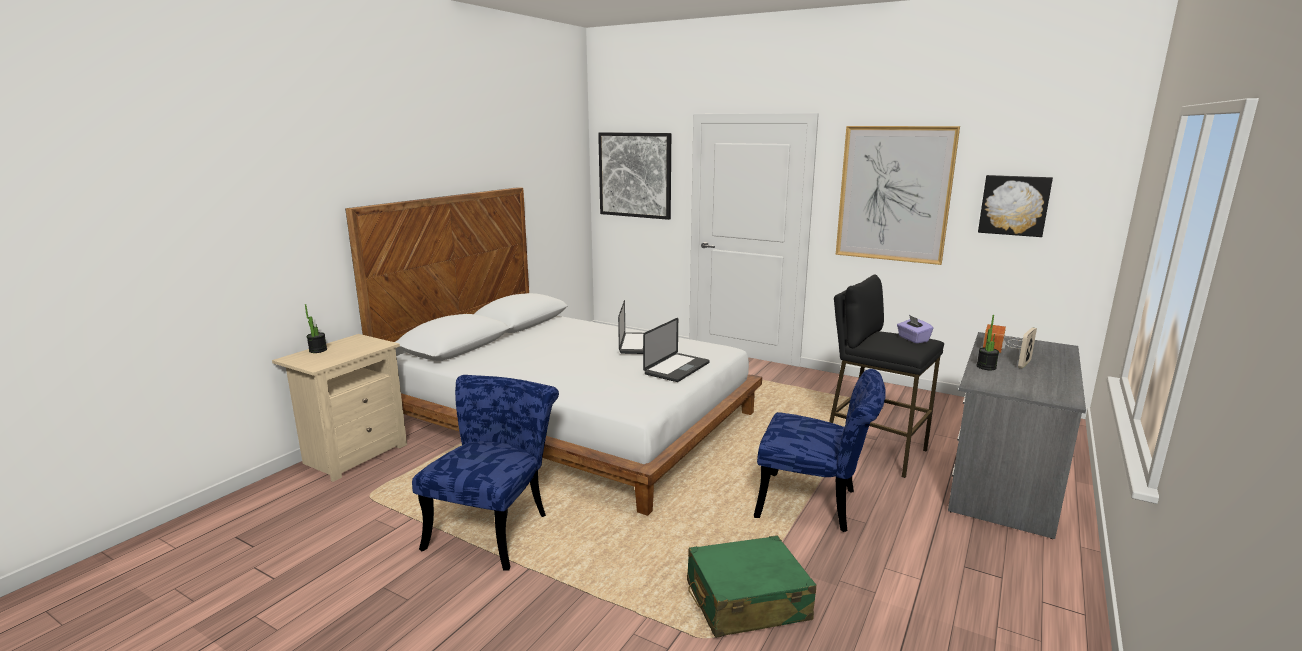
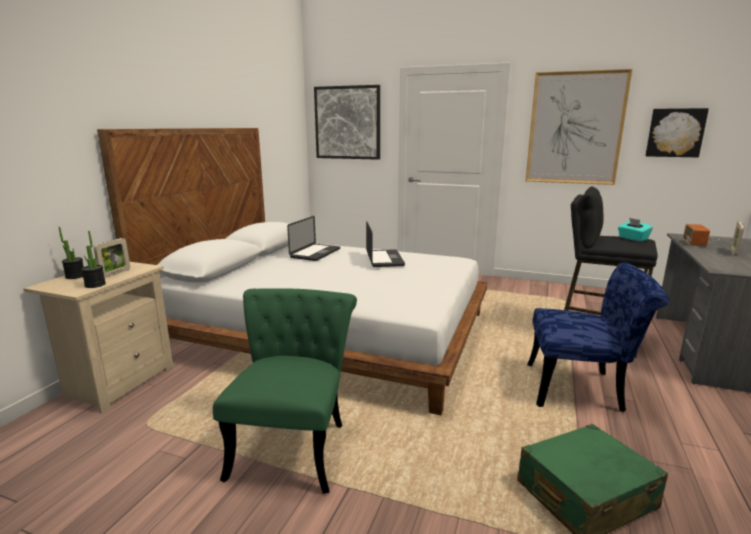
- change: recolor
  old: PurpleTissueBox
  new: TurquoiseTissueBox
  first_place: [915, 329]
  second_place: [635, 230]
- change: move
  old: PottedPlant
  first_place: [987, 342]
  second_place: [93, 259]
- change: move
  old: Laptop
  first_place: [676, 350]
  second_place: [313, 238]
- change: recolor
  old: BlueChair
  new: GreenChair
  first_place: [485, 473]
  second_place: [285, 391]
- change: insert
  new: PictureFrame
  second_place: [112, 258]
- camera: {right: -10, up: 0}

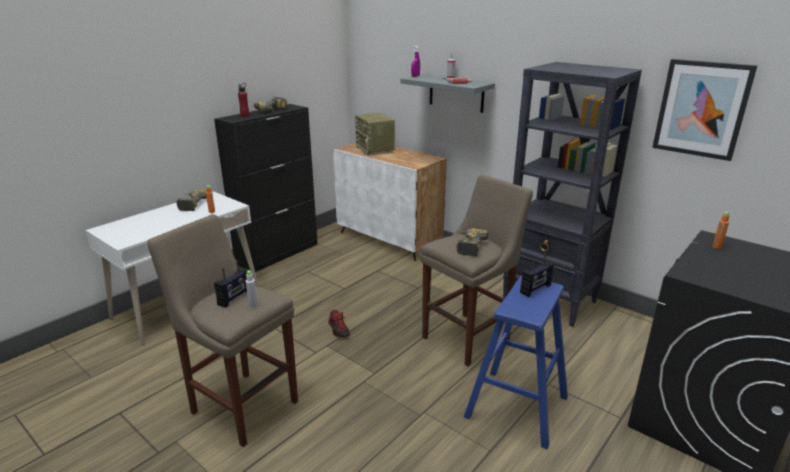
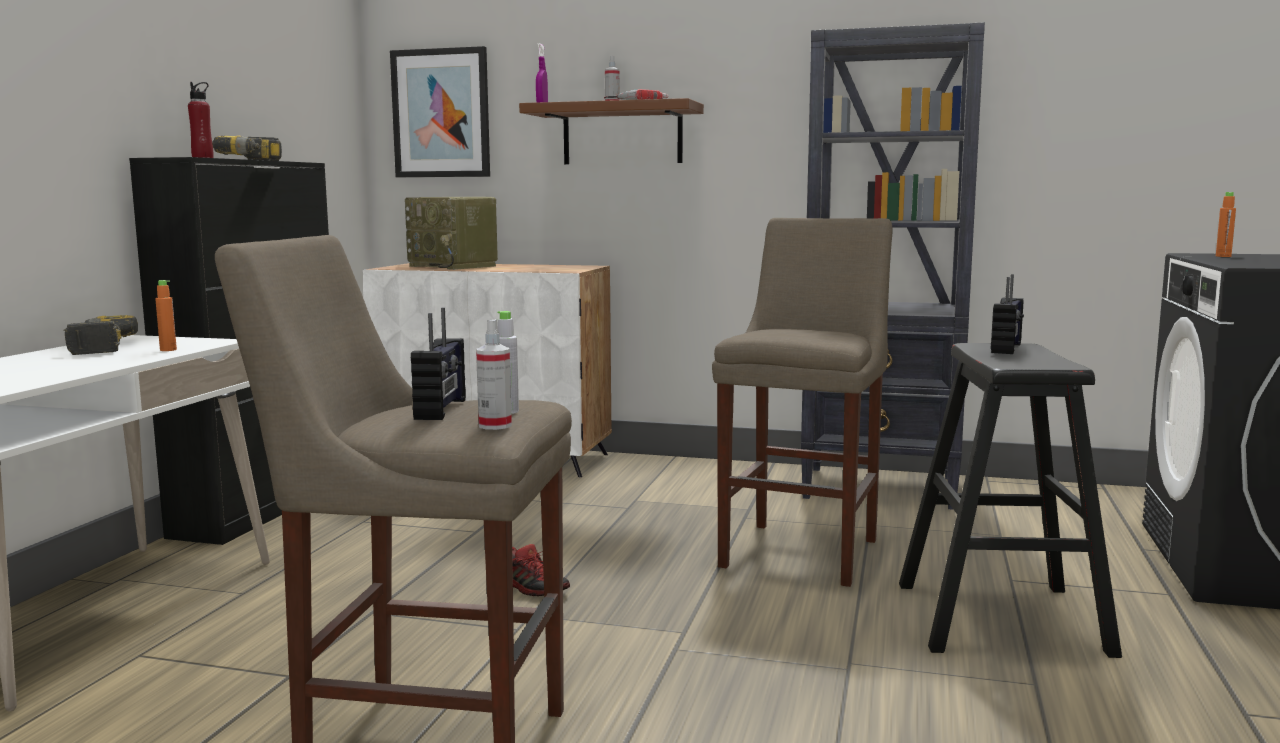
- change: move
  old: Picture
  first_place: [705, 110]
  second_place: [440, 111]
- change: recolor
  old: GreyShelf
  new: BrownShelf
  first_place: [448, 93]
  second_place: [611, 131]
- change: delete
  old: PowerDrill
  first_place: [472, 242]
- change: recolor
  old: BlueStool
  new: BlackStool
  first_place: [516, 362]
  second_place: [1010, 500]
- change: insert
  new: SprayBottle
  second_place: [494, 374]
- camera: {right: -25, up: -15}

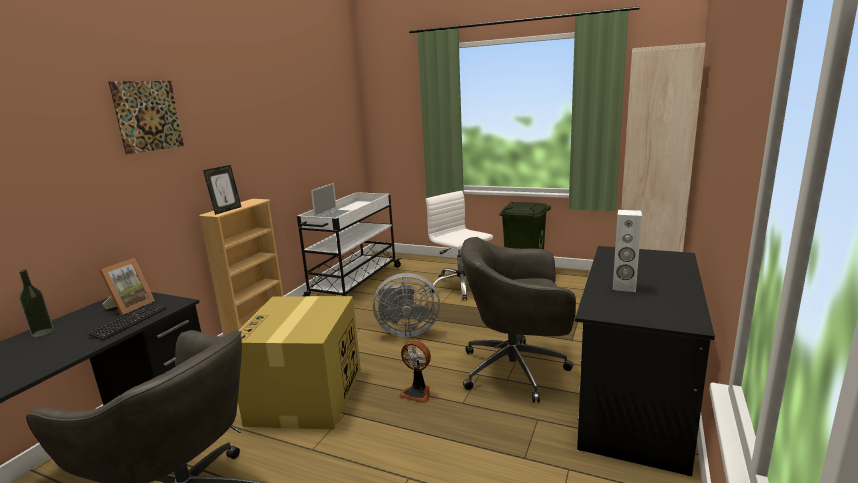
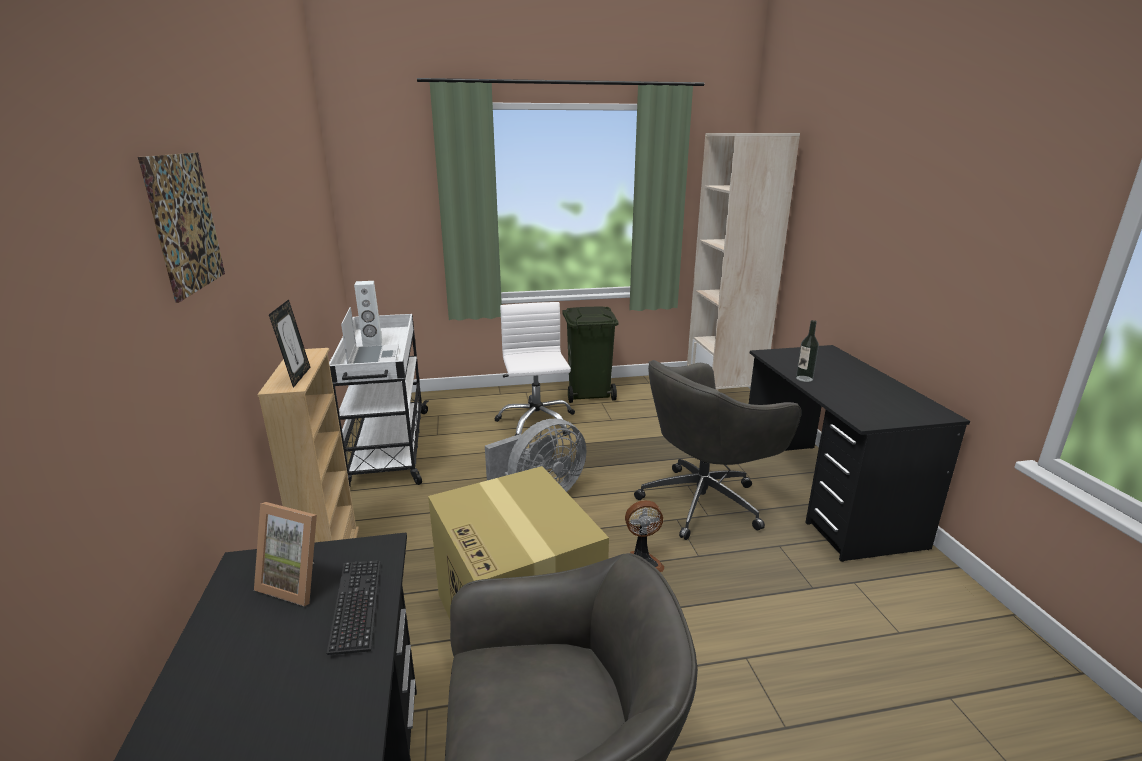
- change: rotate
  old: WhiteOfficeChair
  first_place: [459, 245]
  second_place: [534, 369]
  degrees: 60
- change: move
  old: WhiteSpeaker
  first_place: [627, 251]
  second_place: [368, 313]
- change: rotate
  old: PictureFrame
  first_place: [127, 286]
  second_place: [285, 554]
  degrees: 120
- change: move
  old: Bottle
  first_place: [36, 303]
  second_place: [807, 351]
- camera: {right: -35, up: 5}

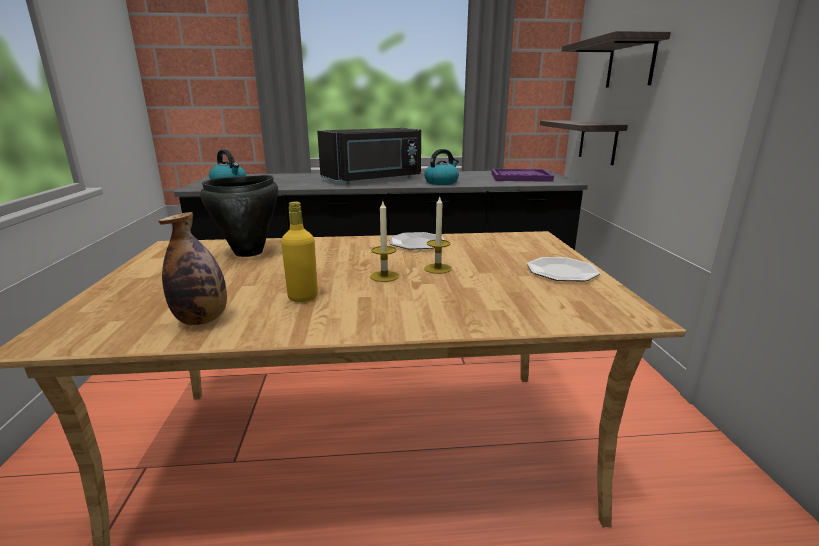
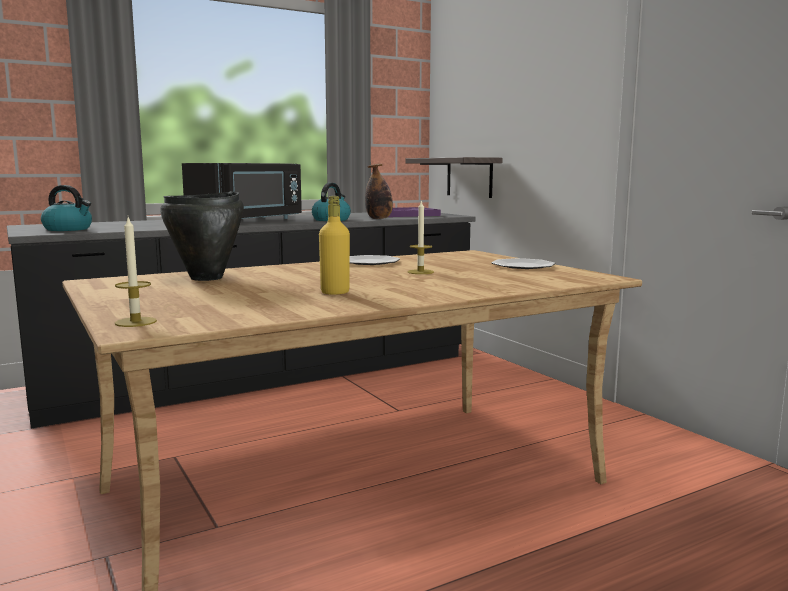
- change: delete
  old: Shelf
  first_place: [616, 59]
- change: move
  old: Candle
  first_place: [384, 241]
  second_place: [136, 272]
- change: move
  old: Bottle
  first_place: [192, 268]
  second_place: [379, 191]
- camera: {right: -25, up: -10}

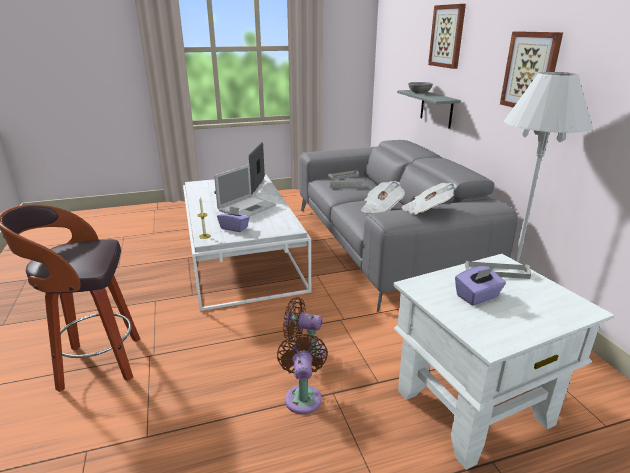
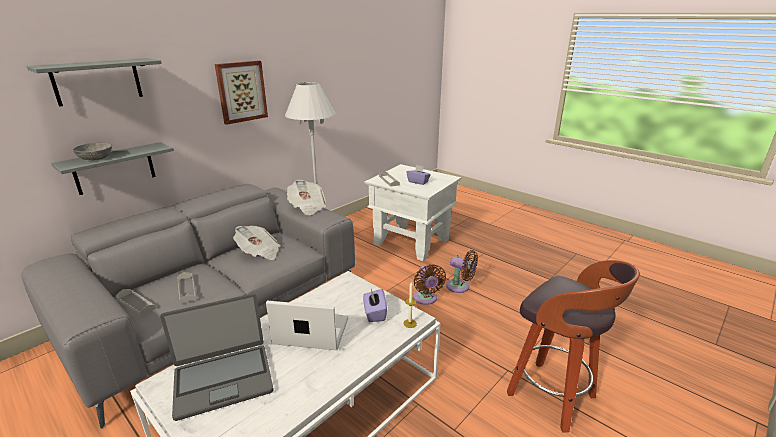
- change: replace
  old: Picture
  new: GreyShelf
  first_place: [447, 36]
  second_place: [94, 82]
- change: rotate
  old: BrownFan
  first_place: [302, 373]
  second_place: [462, 271]
  degrees: -120
- camera: {right: -120, up: 0}

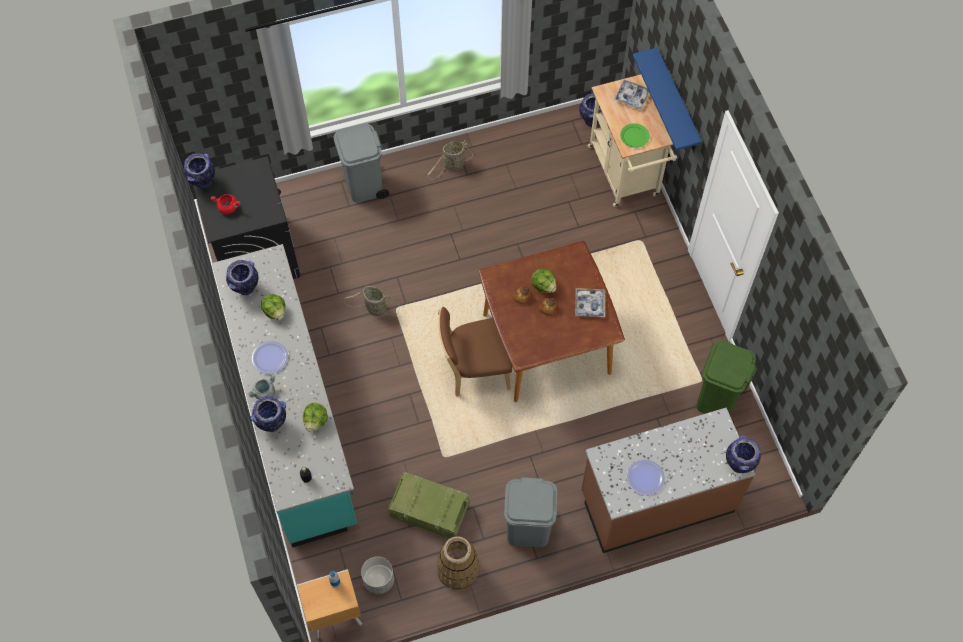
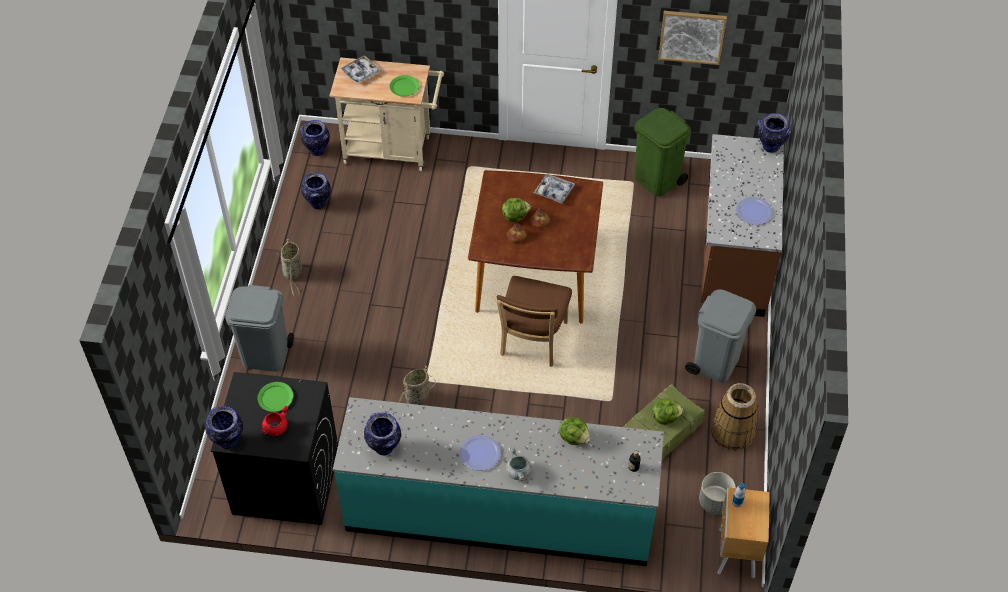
- change: delete
  old: BlueShelf
  first_place: [667, 99]
- change: move
  old: Lettuce
  first_place: [273, 307]
  second_place: [668, 412]
- change: move
  old: Vase
  first_place: [268, 414]
  second_place: [316, 190]
- change: insert
  new: Picture
  second_place: [692, 38]
- change: insert
  new: GreenPlate
  second_place: [275, 397]
- camera: {right: -65, up: -10}

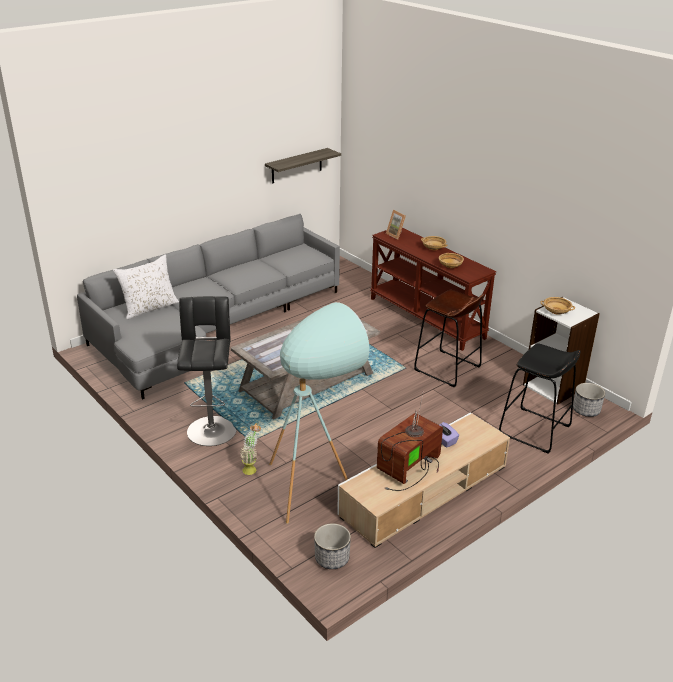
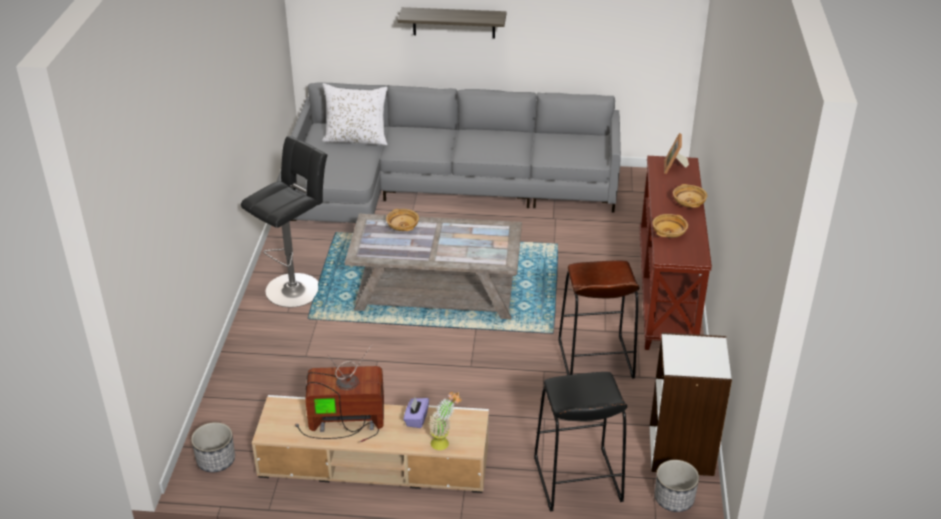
- change: move
  old: Shelf
  first_place: [303, 166]
  second_place: [452, 23]
- change: move
  old: BeigeBowl
  first_place: [557, 306]
  second_place: [402, 220]
- change: delete
  old: TurquoiseFloorLamp
  first_place: [319, 413]
- change: move
  old: PottedPlant
  first_place: [250, 449]
  second_place: [445, 421]
- camera: {right: 45, up: 5}

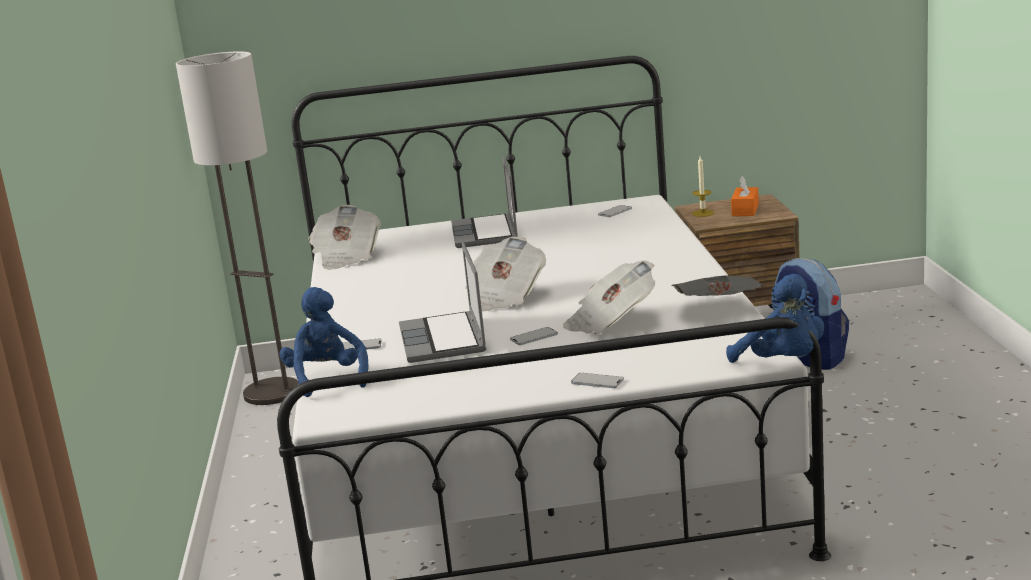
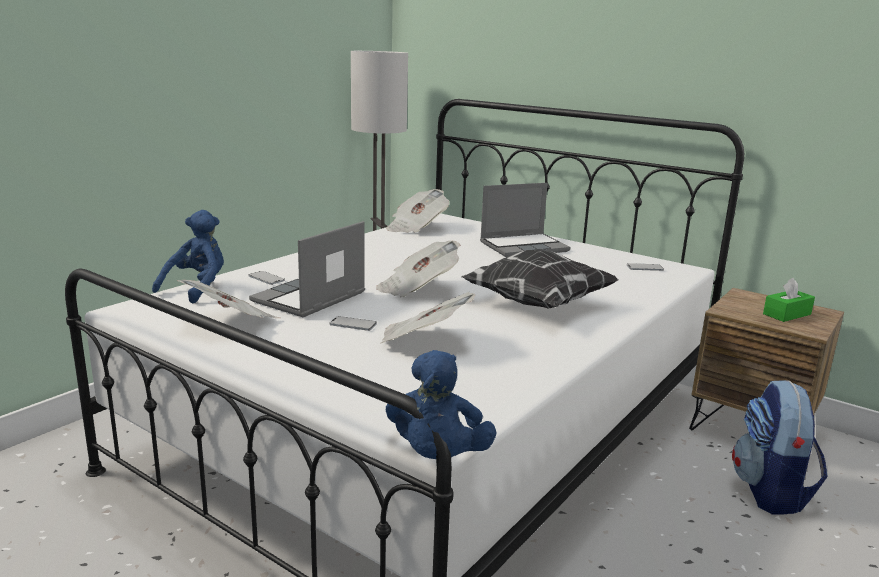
- change: delete
  old: Candle
  first_place: [703, 186]
- change: rotate
  old: Laptop
  first_place: [484, 202]
  second_place: [525, 220]
  degrees: -150
- change: recolor
  old: OrangeTissueBox
  new: GreenTissueBox
  first_place: [745, 196]
  second_place: [789, 300]
- change: move
  old: Newspaper
  first_place: [717, 285]
  second_place: [228, 299]
- change: delete
  old: Phone
  first_place: [597, 380]
- change: insert
  new: Pillow
  second_place: [539, 279]
- camera: {right: 40, up: 0}

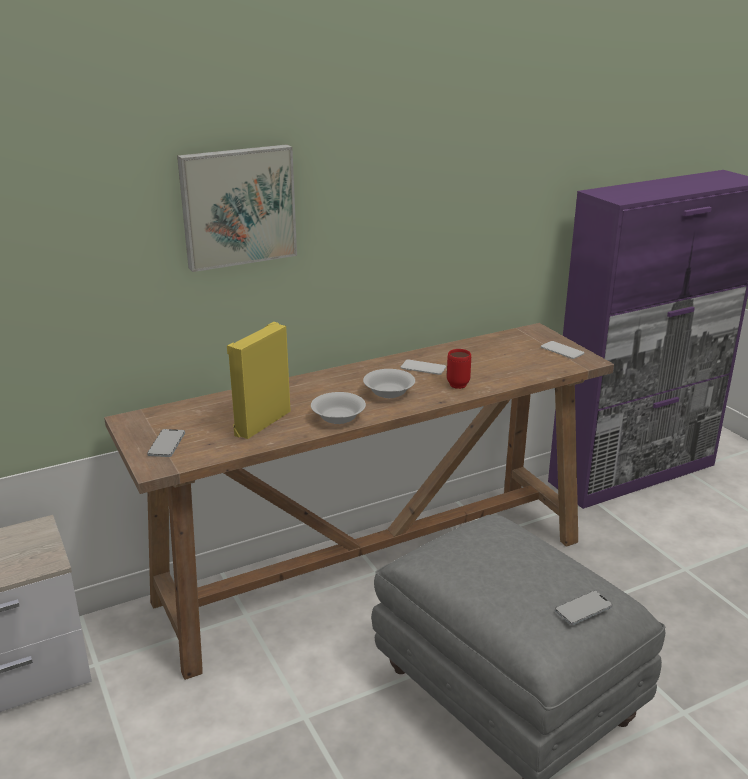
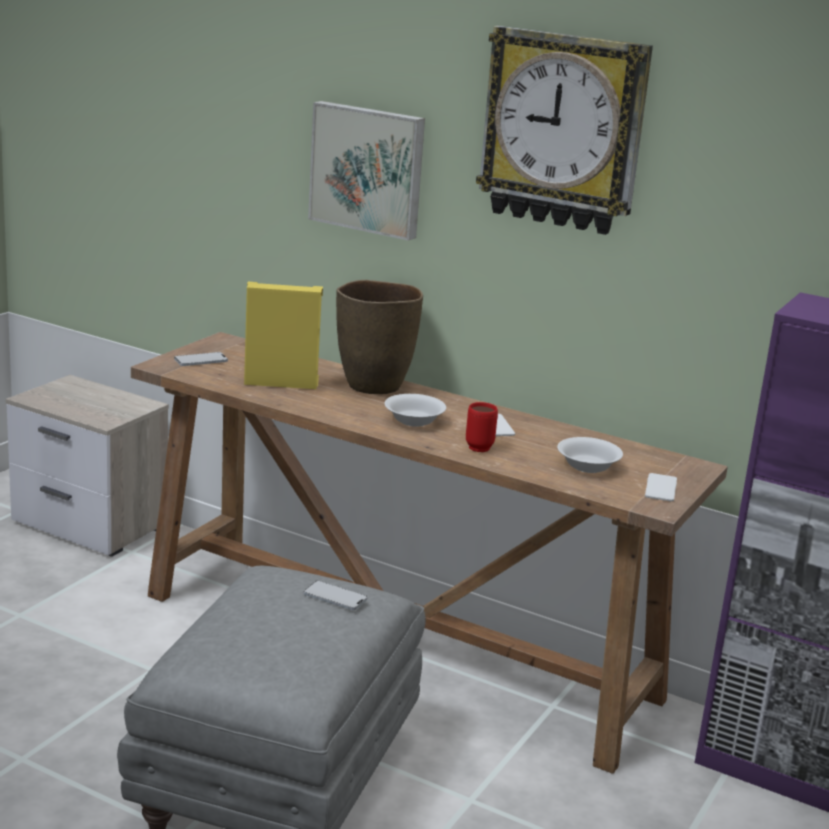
- change: move
  old: WhiteBowl
  first_place: [338, 408]
  second_place: [590, 455]
- change: move
  old: Phone
  first_place: [583, 608]
  second_place: [335, 595]
- change: insert
  new: WallClock
  second_place: [564, 130]
- change: insert
  new: BrownVase
  second_place: [379, 337]
- camera: {right: 55, up: -5}

